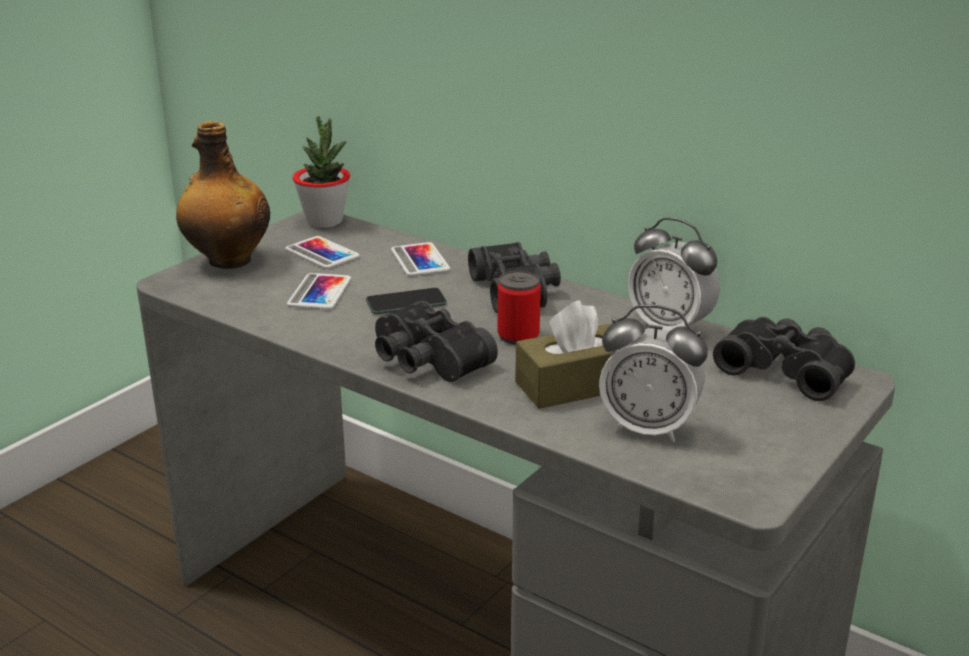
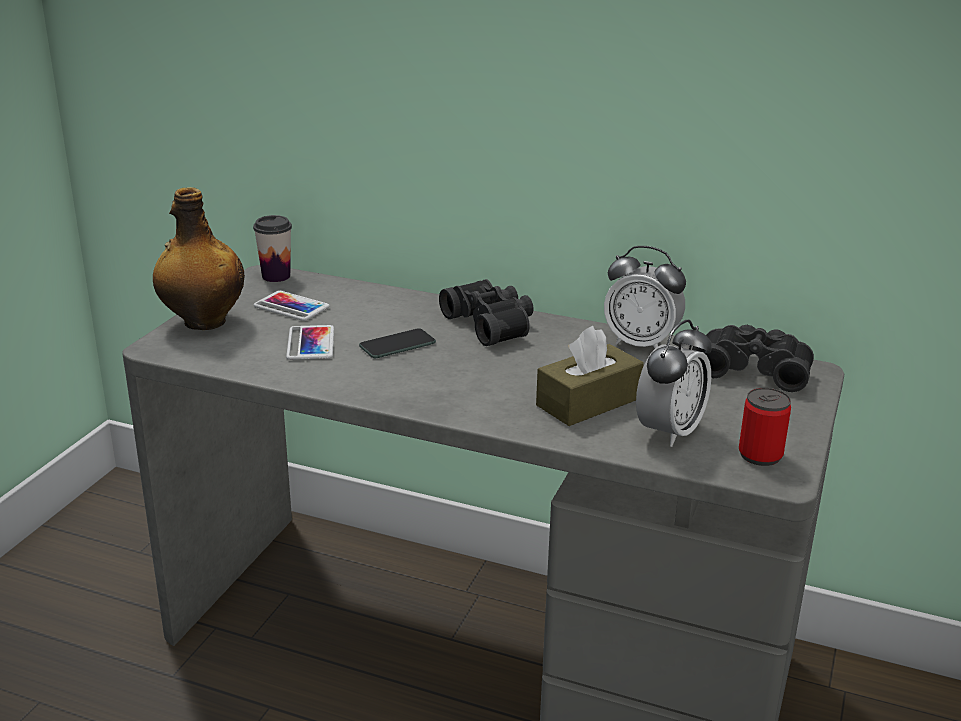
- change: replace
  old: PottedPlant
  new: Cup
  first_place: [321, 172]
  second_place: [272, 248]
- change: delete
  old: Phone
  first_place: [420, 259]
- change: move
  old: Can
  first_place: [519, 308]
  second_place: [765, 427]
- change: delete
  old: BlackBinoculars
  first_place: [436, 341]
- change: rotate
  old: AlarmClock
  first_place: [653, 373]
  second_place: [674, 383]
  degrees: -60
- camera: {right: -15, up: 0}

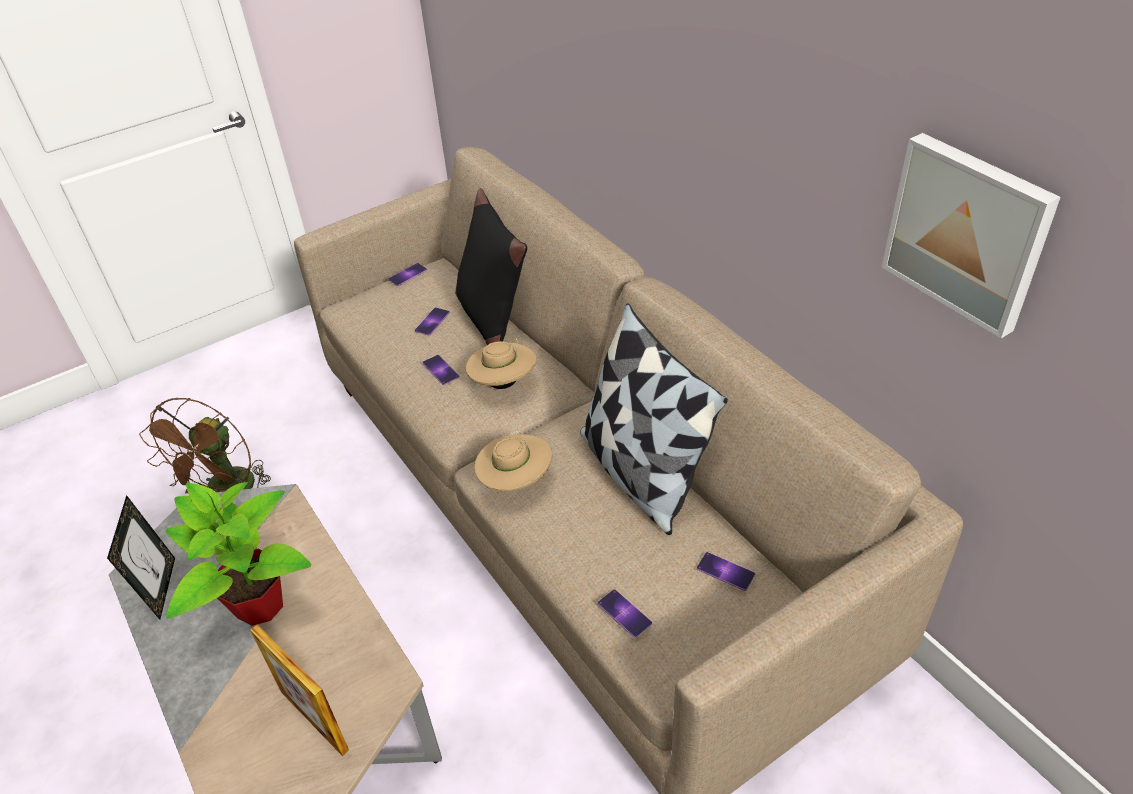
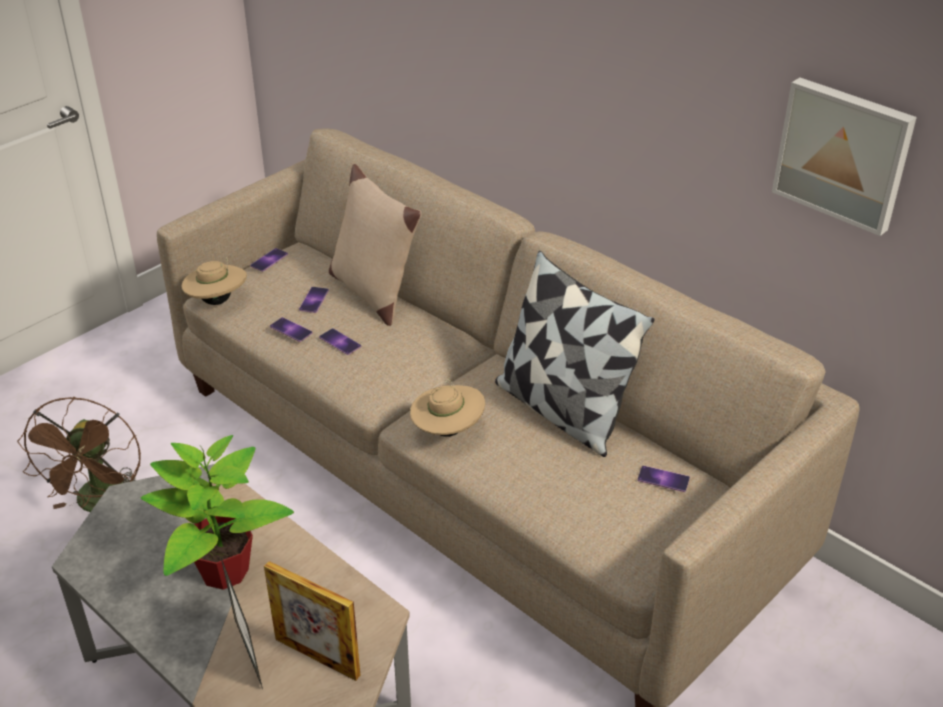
- change: recolor
  old: BlackPillow
  new: BeigePillow
  first_place: [491, 266]
  second_place: [375, 245]
- change: move
  old: BeigeHat
  first_place: [501, 363]
  second_place: [214, 281]
- change: move
  old: PictureFrame
  first_place: [141, 557]
  second_place: [242, 623]
- change: move
  old: Phone
  first_place: [624, 613]
  second_place: [291, 329]
- camera: {right: -15, up: -5}

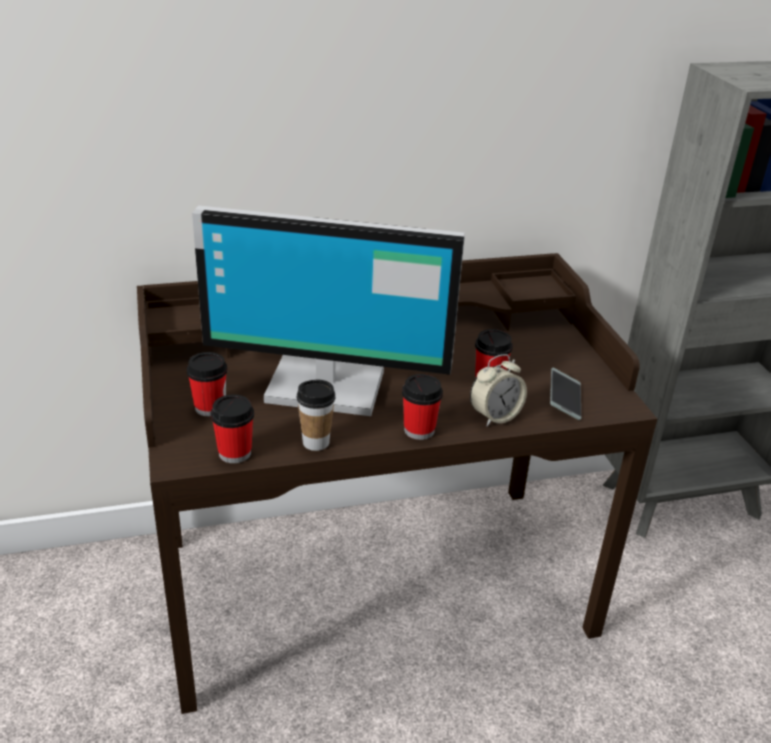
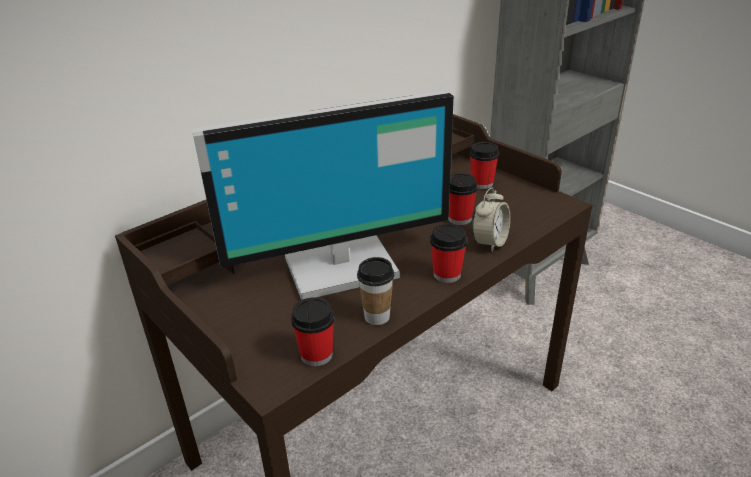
- change: move
  old: Cup
  first_place: [207, 384]
  second_place: [484, 165]
- change: delete
  old: Phone
  first_place: [565, 394]
- camera: {right: -25, up: 0}

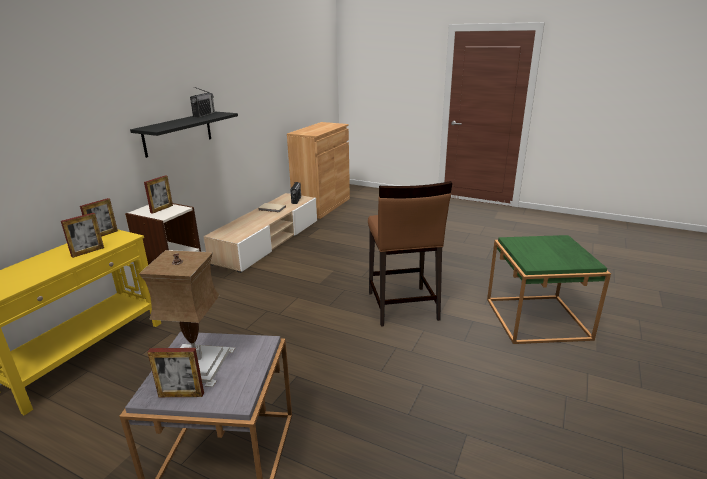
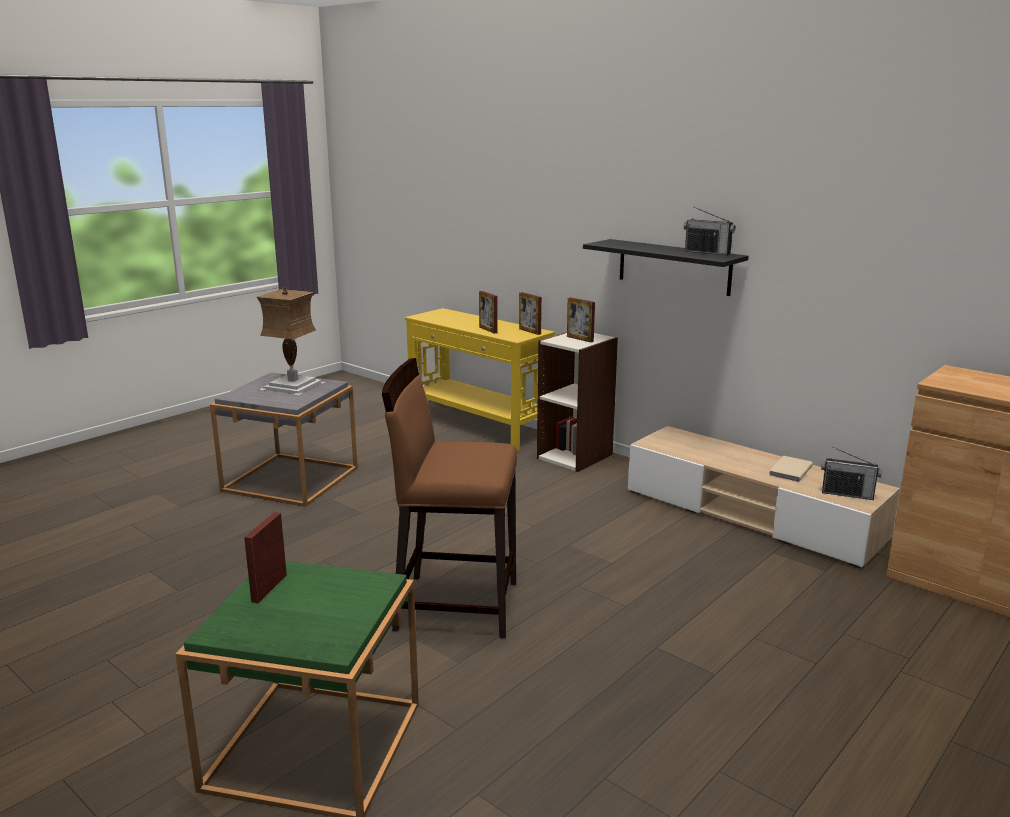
- change: move
  old: PictureFrame
  first_place: [175, 372]
  second_place: [265, 557]
- camera: {right: 105, up: -5}

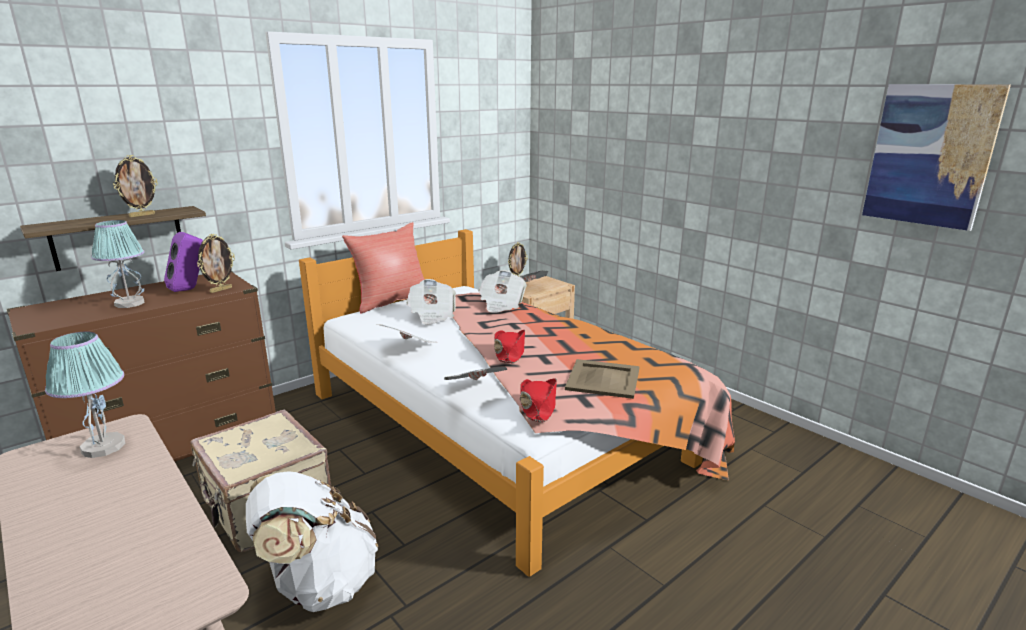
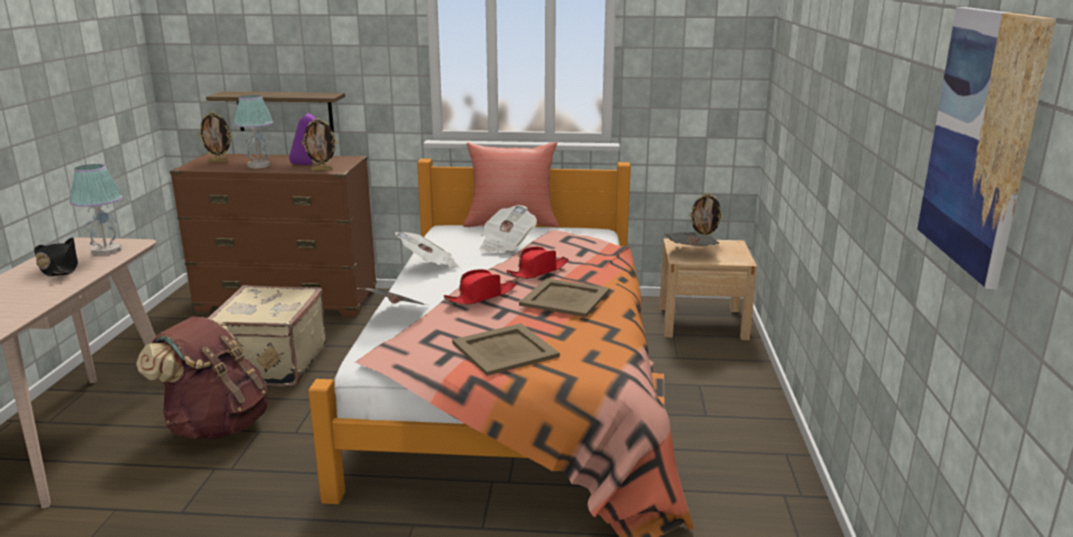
- change: move
  old: PictureFrame
  first_place: [135, 186]
  second_place: [215, 137]
- change: delete
  old: Newspaper
  first_place: [502, 291]
- change: move
  old: RedHat
  first_place: [538, 400]
  second_place: [537, 263]
- change: recolor
  old: WhiteBackpack
  new: BrownBackpack
  first_place: [312, 541]
  second_place: [202, 377]
- change: insert
  new: BlackHat
  second_place: [56, 256]
- change: insert
  new: BeigeTray
  second_place: [564, 297]
- camera: {right: 45, up: 0}

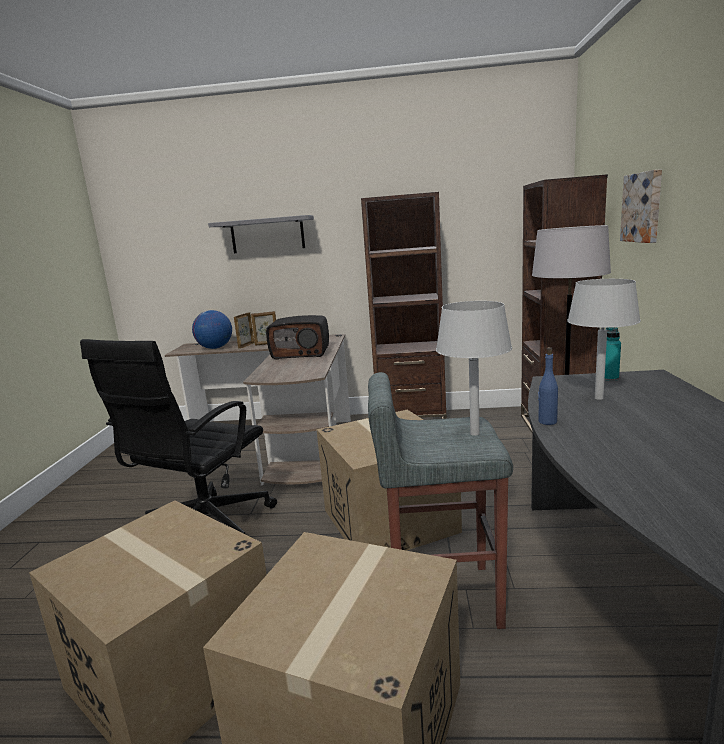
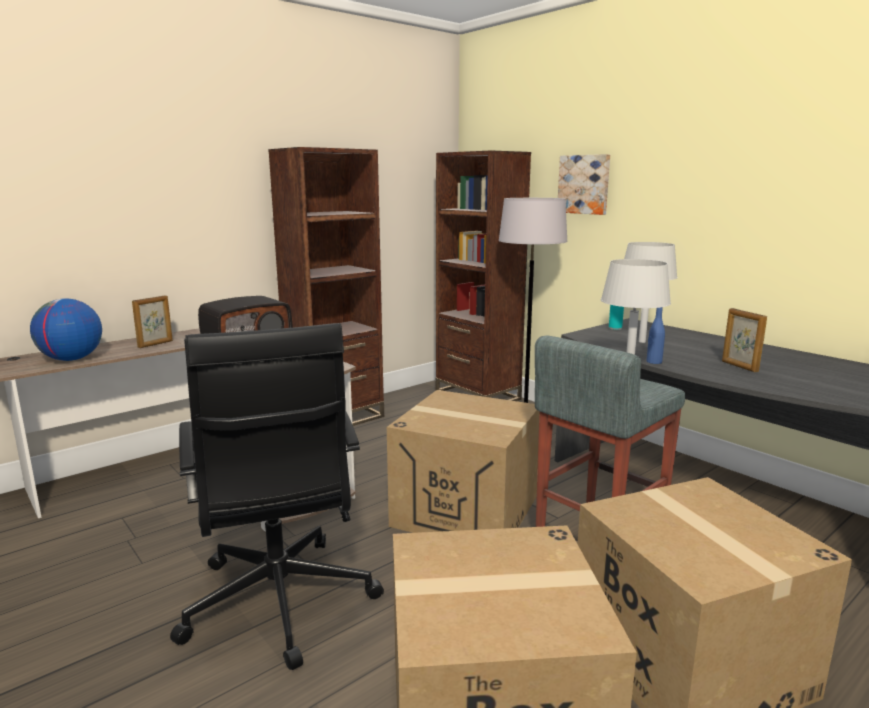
- change: delete
  old: GreyShelf
  first_place: [261, 234]
- change: move
  old: PictureFrame
  first_place: [244, 330]
  second_place: [744, 340]
- camera: {right: -45, up: 0}

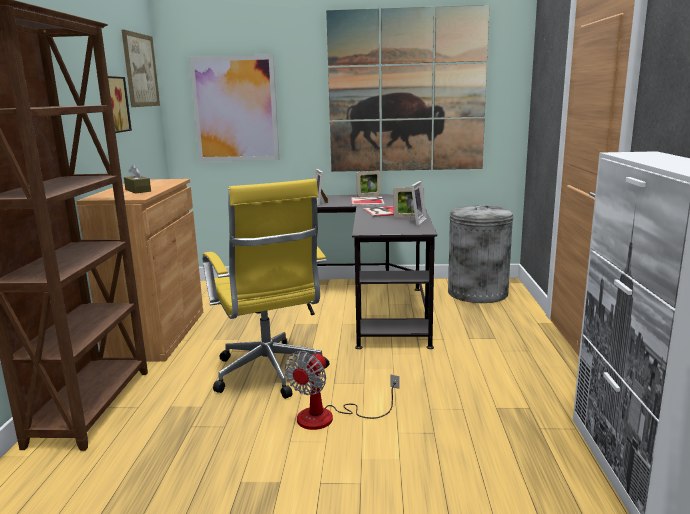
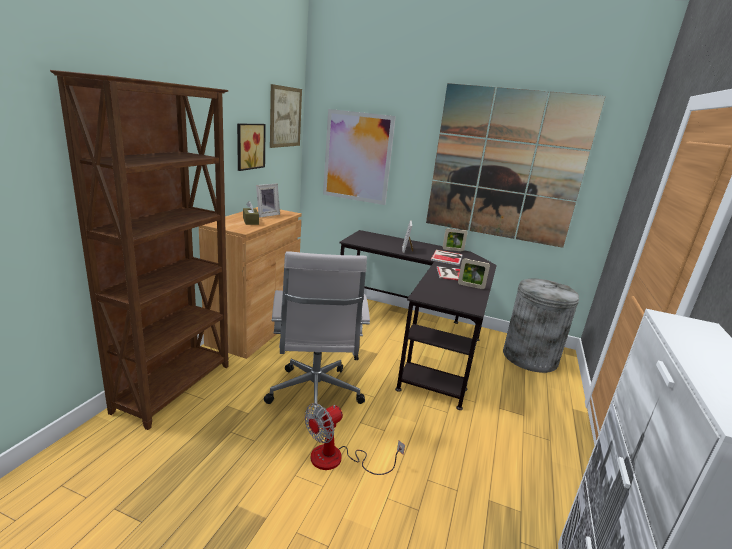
- change: recolor
  old: YellowOfficeChair
  new: WhiteOfficeChair
  first_place: [266, 289]
  second_place: [317, 334]
- change: move
  old: PictureFrame
  first_place: [418, 203]
  second_place: [268, 200]
- camera: {right: 15, up: 5}

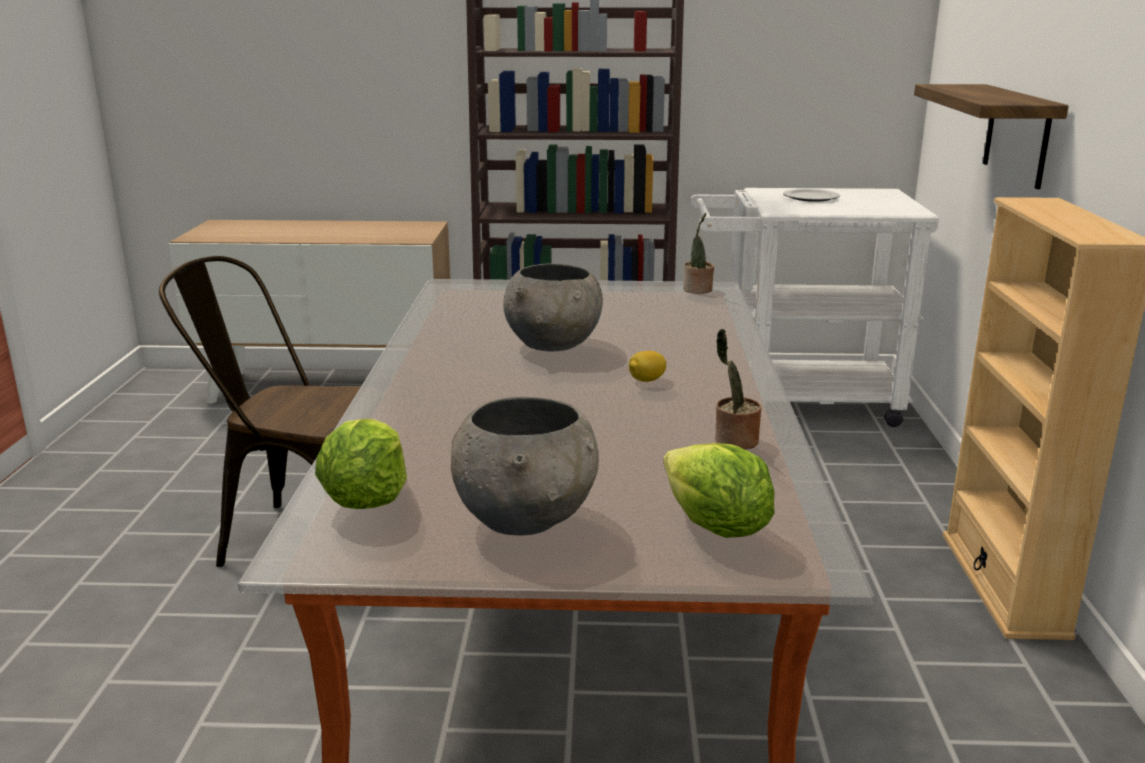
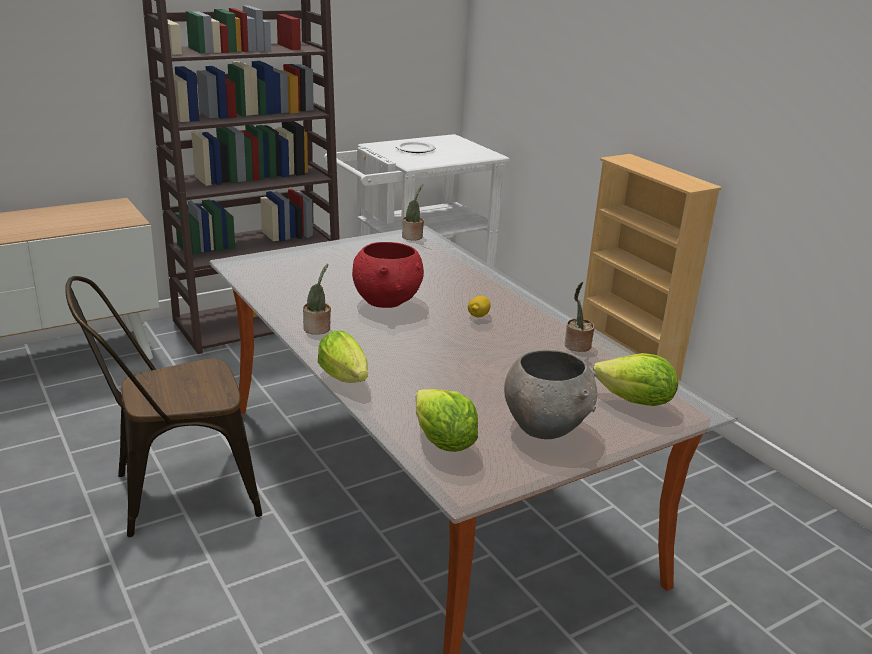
- change: delete
  old: Shelf
  first_place: [991, 136]
- change: recolor
  old: GreyBowl
  new: RedBowl
  first_place: [553, 307]
  second_place: [388, 275]
- change: insert
  new: PottedPlant
  second_place: [317, 299]
- change: insert
  new: Lettuce
  second_place: [343, 357]
- camera: {right: -35, up: 5}

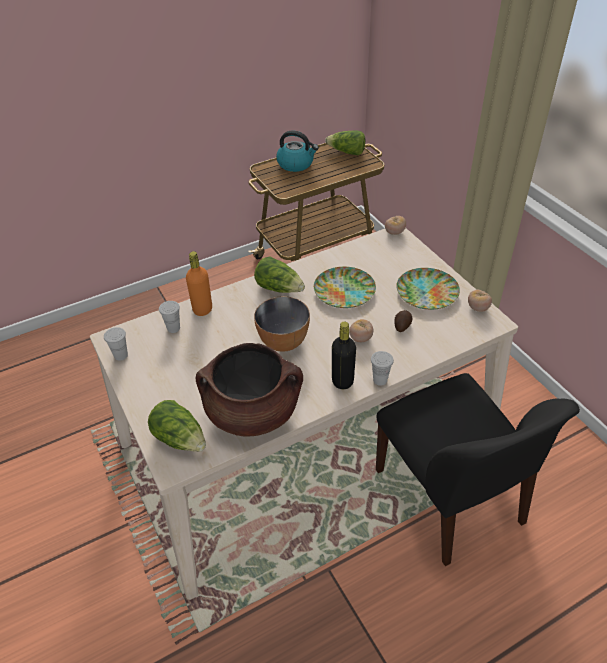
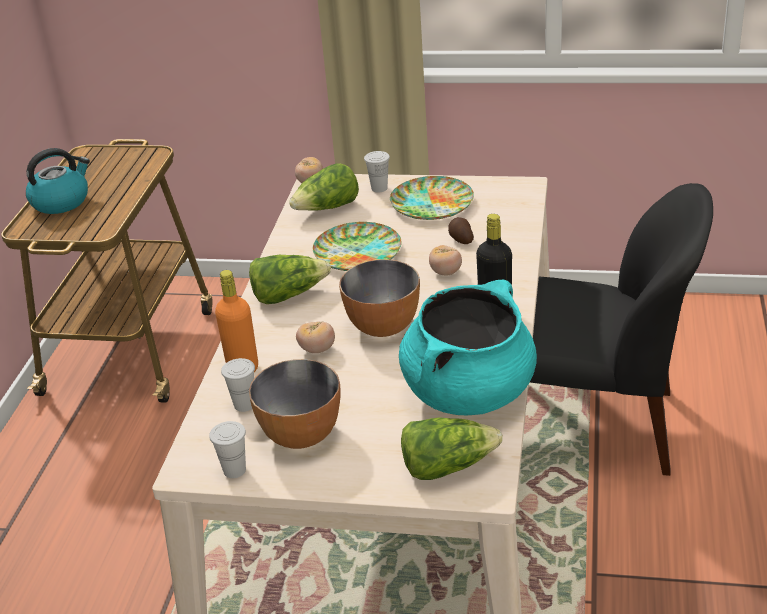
- change: move
  old: Lettuce
  first_place: [345, 142]
  second_place: [324, 187]
- change: move
  old: Tomato
  first_place: [480, 301]
  second_place: [315, 337]
- change: recolor
  old: BrownCookingPot
  new: TurquoiseCookingPot
  first_place: [249, 390]
  second_place: [468, 347]
- change: move
  old: WhiteCup
  first_place: [382, 368]
  second_place: [377, 172]
- change: insert
  new: Bowl
  second_place: [295, 404]
- camera: {right: -50, up: -10}

